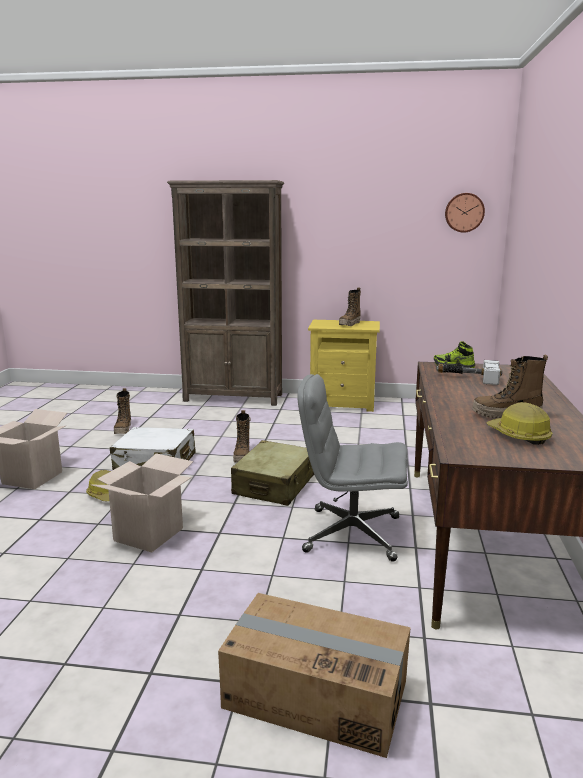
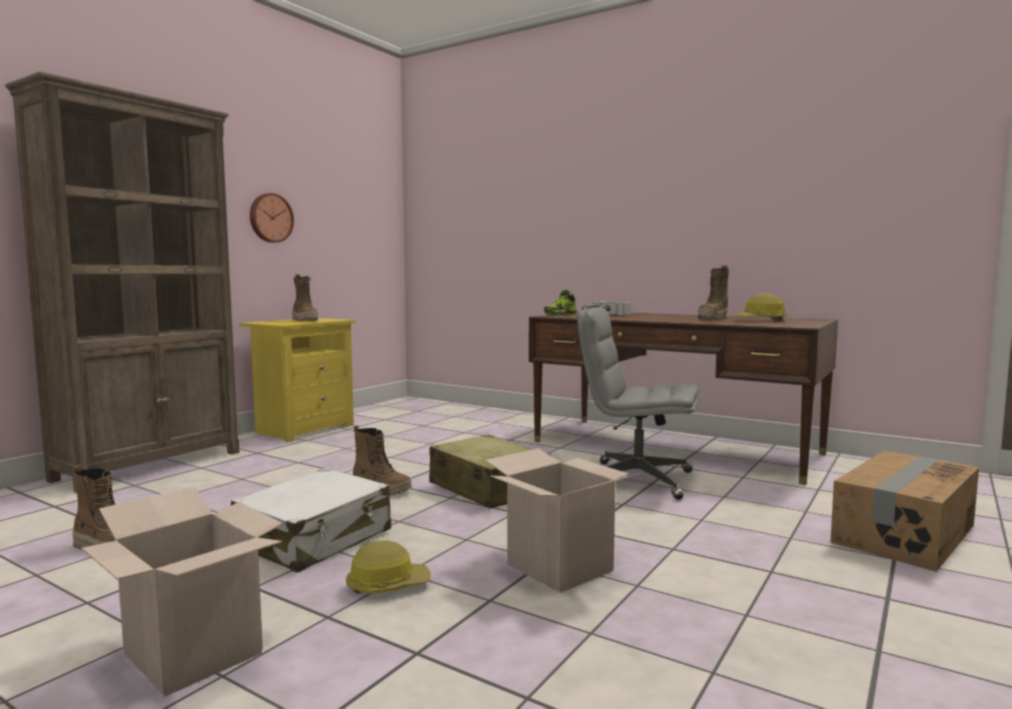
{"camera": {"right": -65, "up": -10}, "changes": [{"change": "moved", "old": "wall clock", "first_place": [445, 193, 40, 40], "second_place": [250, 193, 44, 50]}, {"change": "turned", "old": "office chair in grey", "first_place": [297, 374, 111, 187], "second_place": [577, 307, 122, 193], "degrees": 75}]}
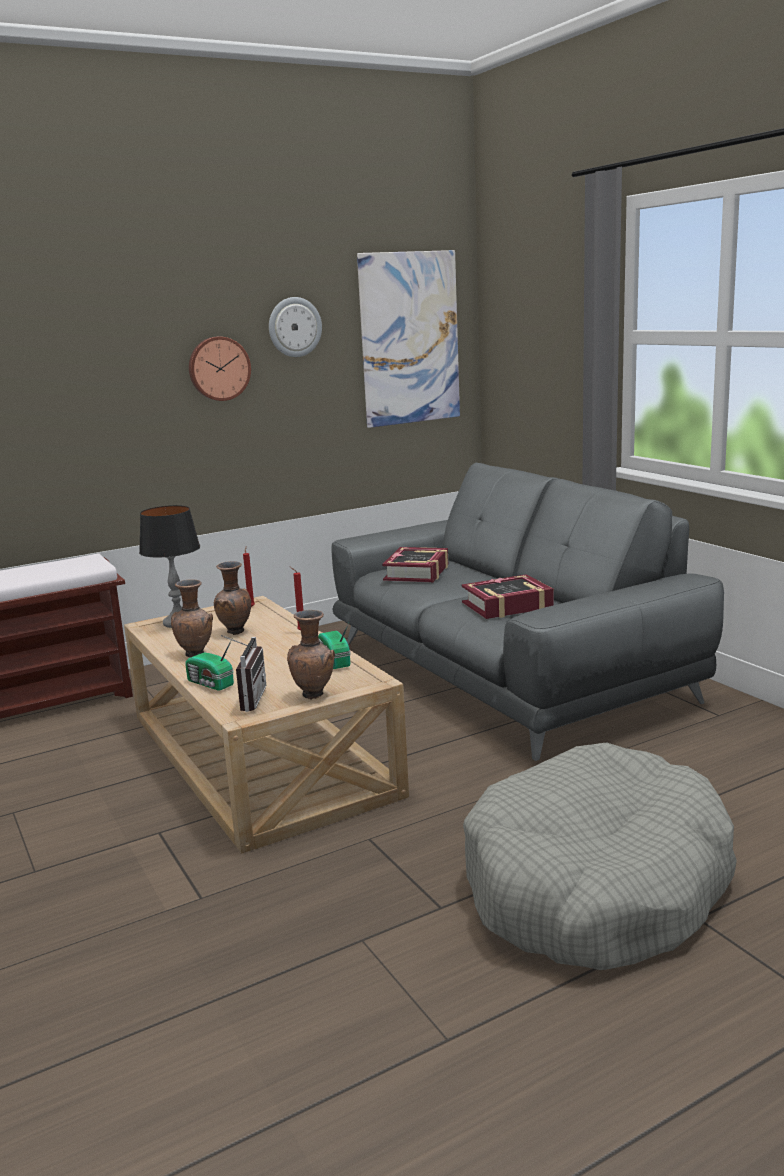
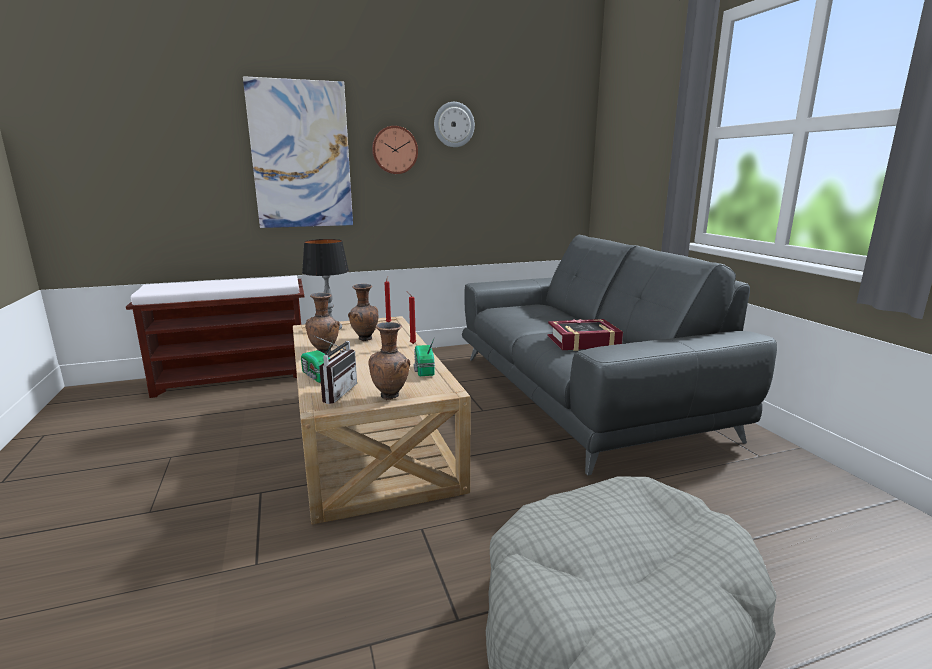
{"camera": {"right": 10, "up": 0}, "changes": [{"change": "removed", "old": "book", "first_place": [382, 547, 66, 35]}, {"change": "moved", "old": "picture", "first_place": [357, 250, 103, 178], "second_place": [243, 76, 110, 152]}]}
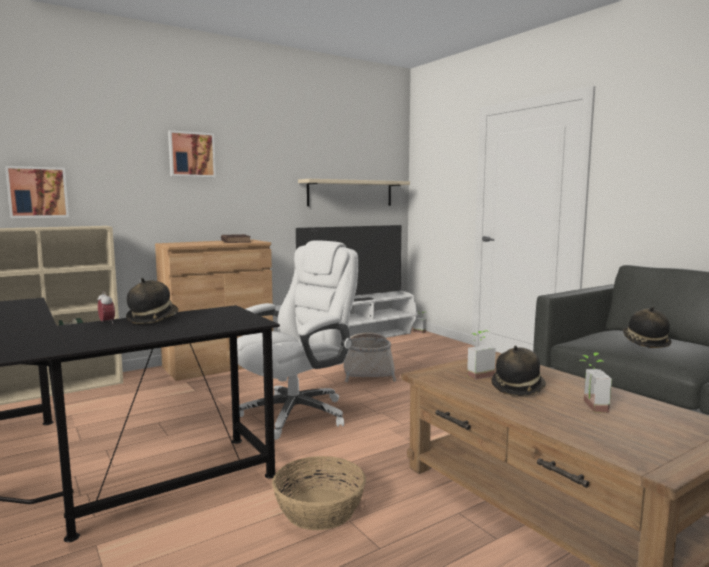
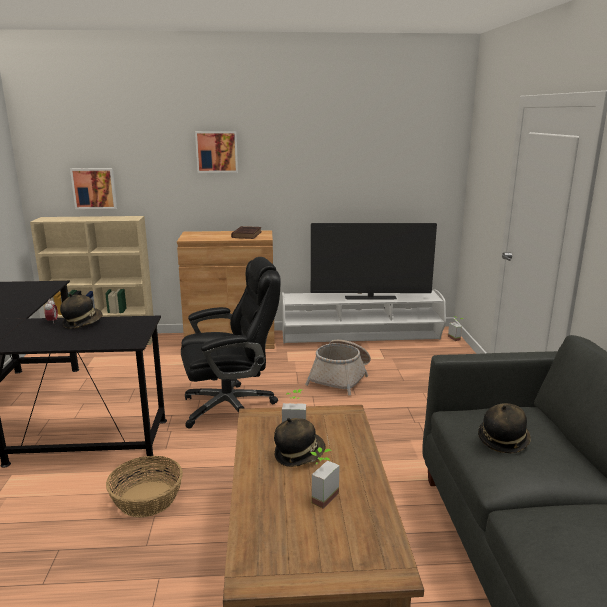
{"camera": {"right": 30, "up": 10}, "changes": [{"change": "removed", "old": "shelf in beige", "first_place": [298, 179, 112, 27]}, {"change": "recoloured", "old": "office chair in white", "new": "office chair in black", "first_place": [237, 240, 121, 200], "second_place": [181, 257, 100, 171]}]}
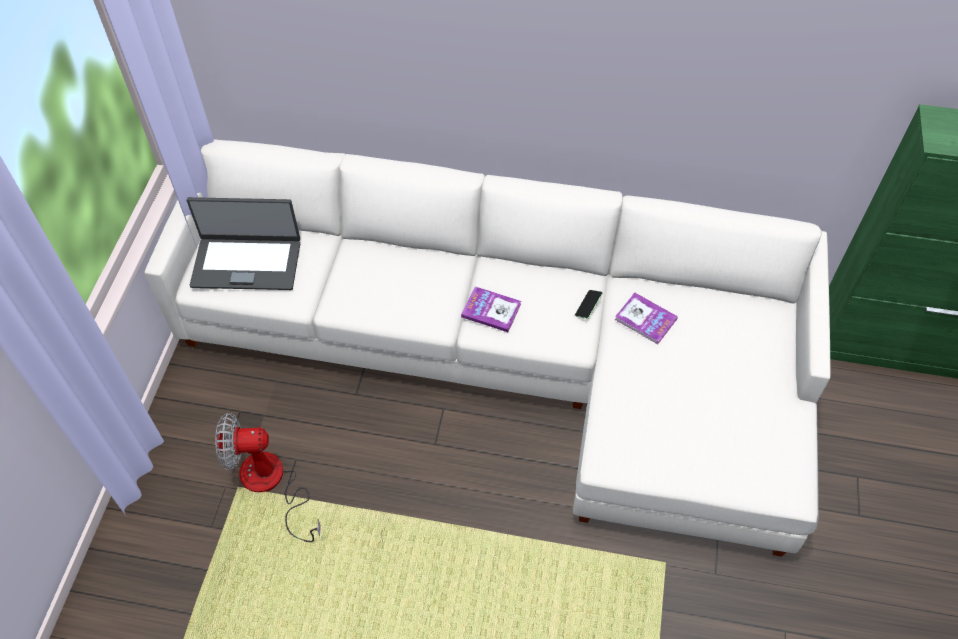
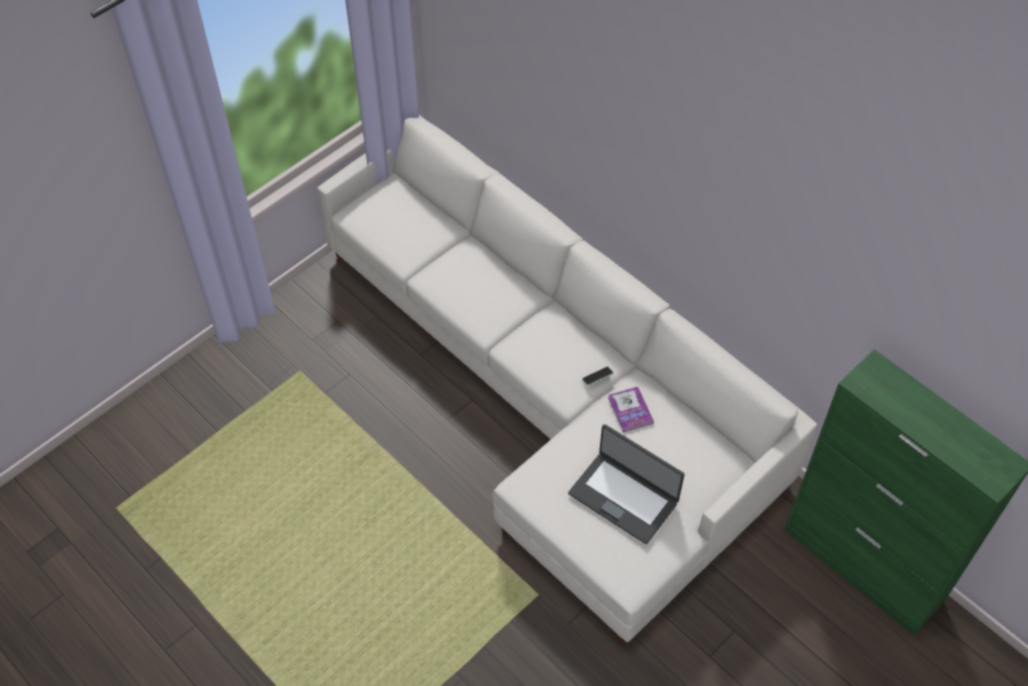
{"camera": {"right": 35, "up": 0}, "changes": [{"change": "removed", "old": "fan", "first_place": [215, 413, 106, 129]}, {"change": "removed", "old": "book", "first_place": [461, 286, 60, 46]}, {"change": "moved", "old": "laptop", "first_place": [187, 197, 113, 93], "second_place": [568, 424, 117, 120]}]}
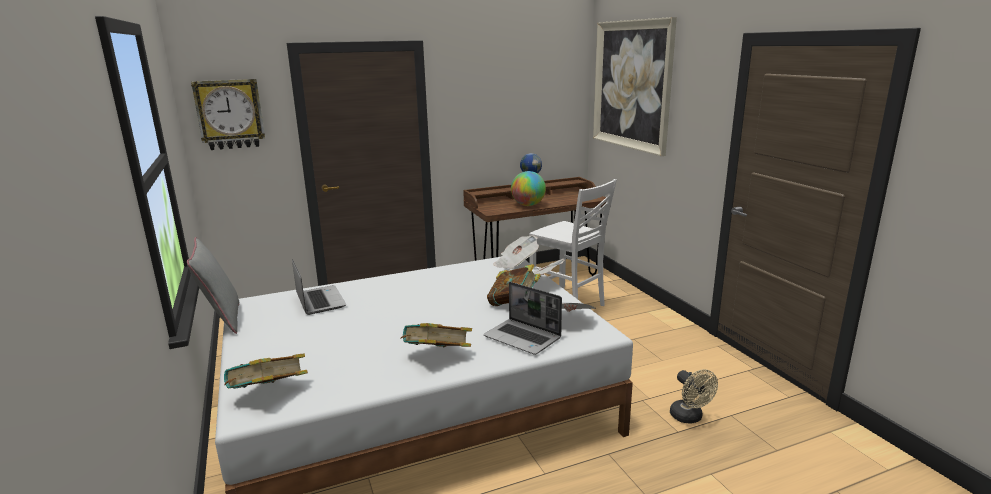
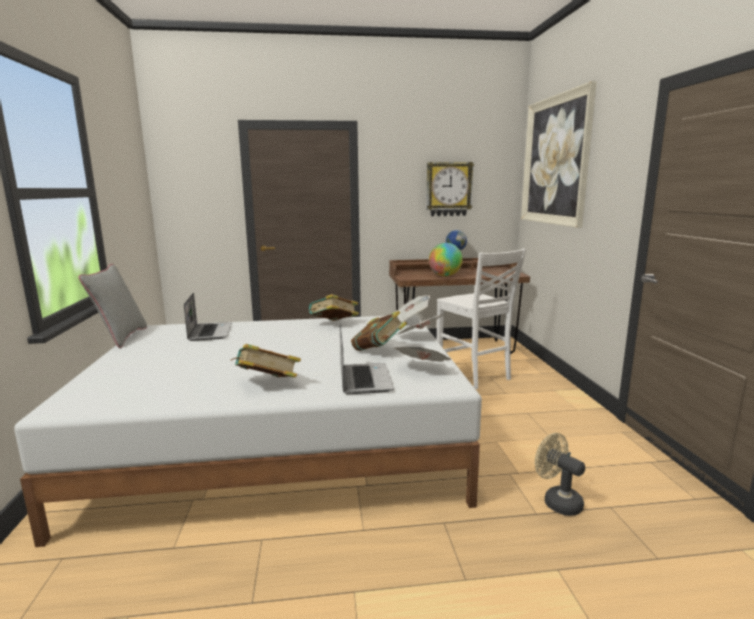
{"camera": {"right": 15, "up": -5}, "changes": [{"change": "moved", "old": "wall clock", "first_place": [191, 79, 74, 71], "second_place": [426, 162, 48, 54]}, {"change": "moved", "old": "book", "first_place": [224, 353, 84, 36], "second_place": [309, 294, 50, 27]}, {"change": "turned", "old": "laptop", "first_place": [483, 282, 79, 73], "second_place": [340, 325, 54, 69], "degrees": -150}, {"change": "turned", "old": "fan in beige", "first_place": [670, 369, 48, 55], "second_place": [535, 433, 50, 83], "degrees": 150}]}
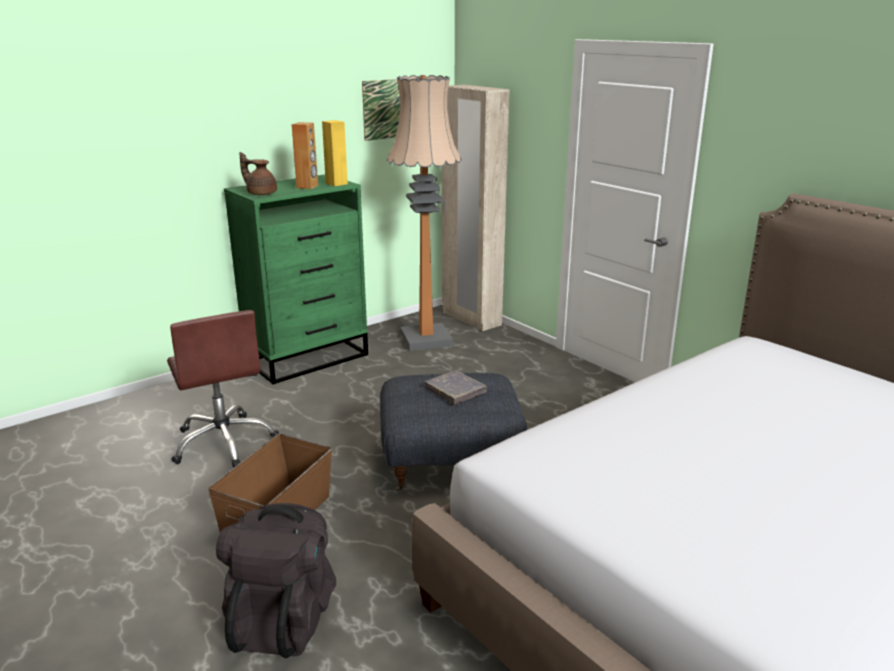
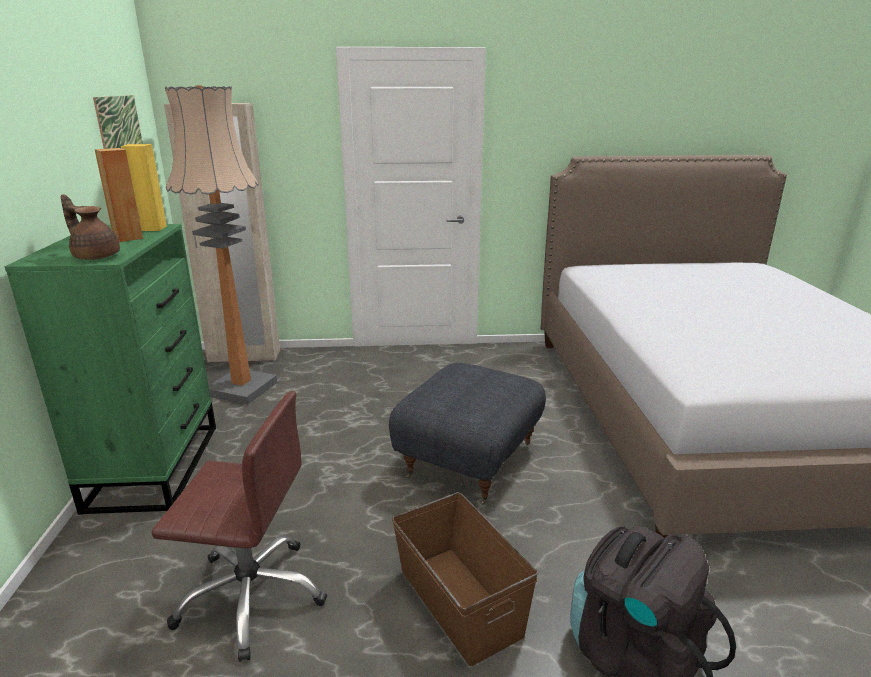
{"camera": {"right": -55, "up": 0}, "changes": [{"change": "removed", "old": "book in grey", "first_place": [424, 370, 63, 35]}, {"change": "turned", "old": "teapot in brown", "first_place": [239, 152, 38, 43], "second_place": [61, 194, 59, 66], "degrees": 60}]}
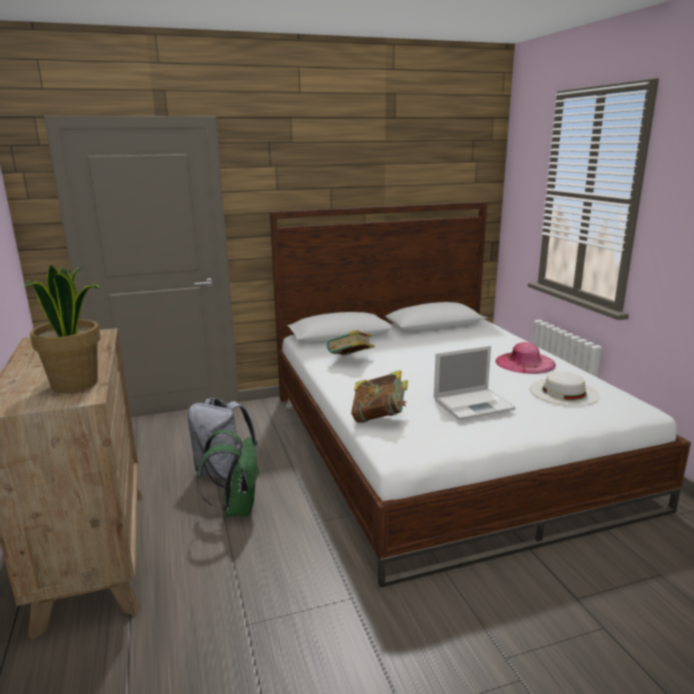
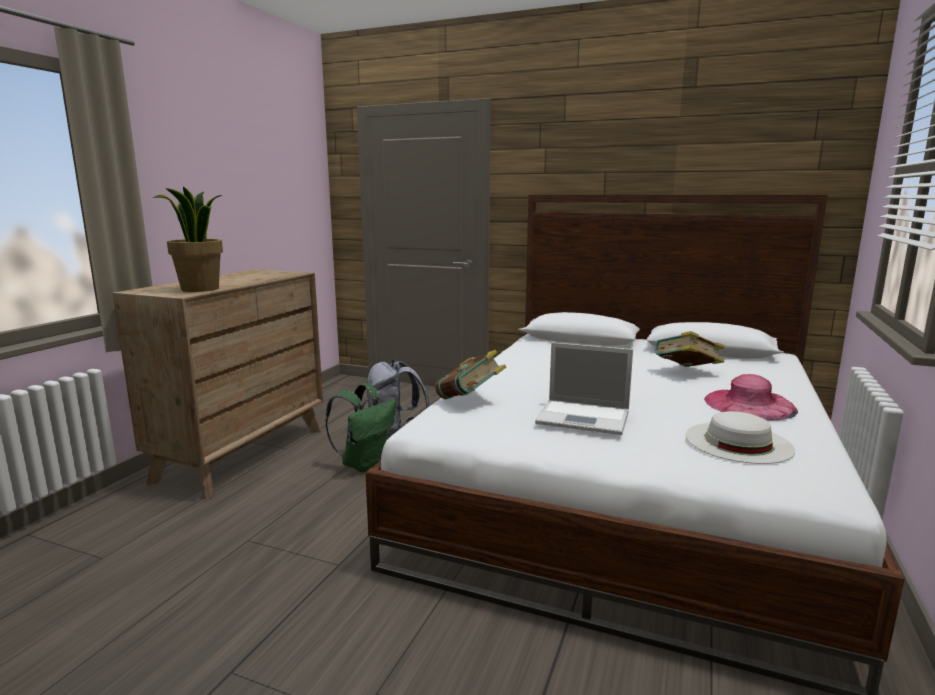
{"camera": {"right": 40, "up": -5}, "changes": [{"change": "moved", "old": "book", "first_place": [326, 330, 49, 26], "second_place": [655, 331, 70, 36]}]}
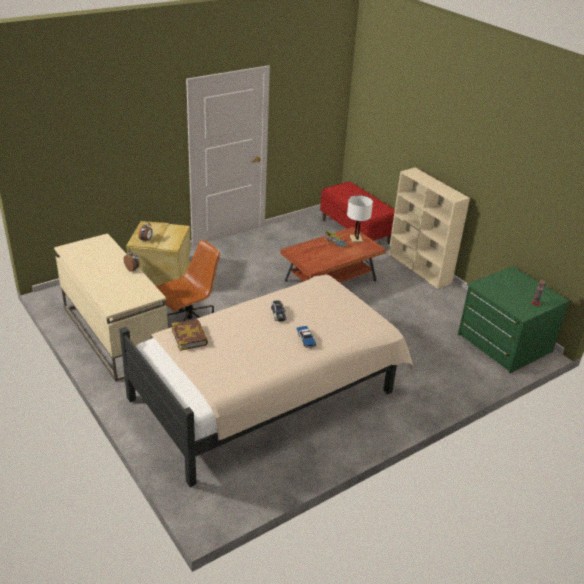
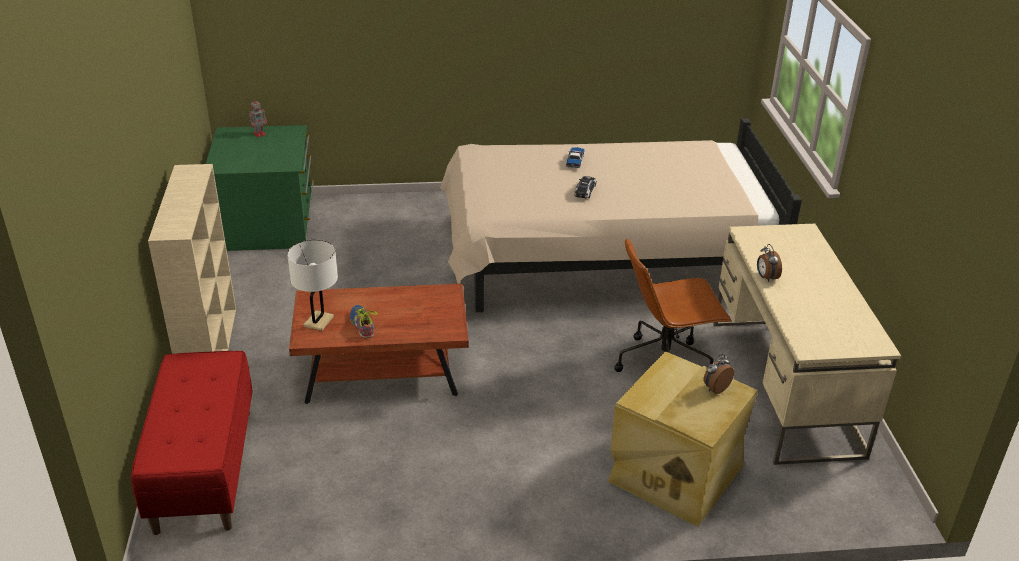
{"camera": {"right": -150, "up": 0}, "changes": [{"change": "removed", "old": "book", "first_place": [171, 319, 37, 32]}]}
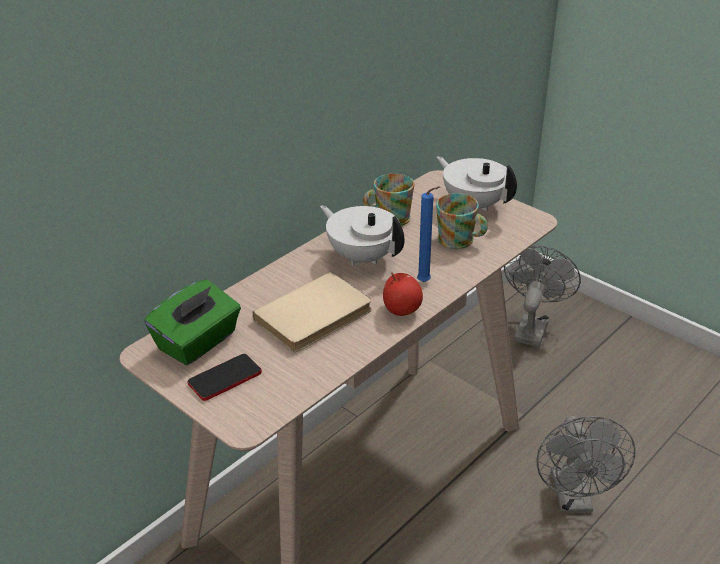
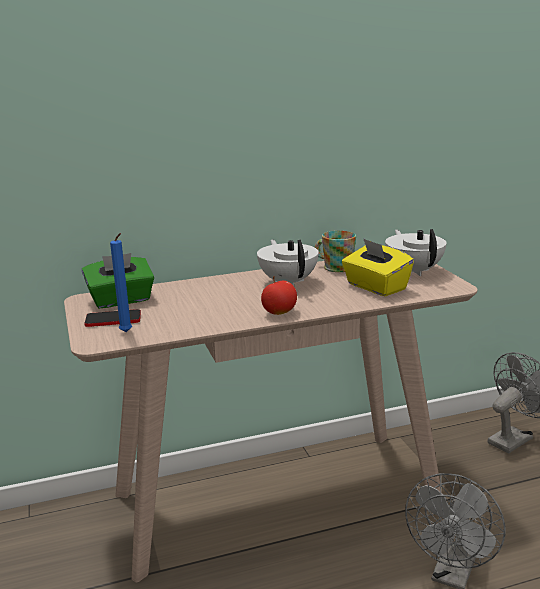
{"camera": {"right": 30, "up": -15}, "changes": [{"change": "removed", "old": "book in beige", "first_place": [252, 272, 119, 80]}, {"change": "moved", "old": "candle in blue", "first_place": [417, 187, 23, 95], "second_place": [110, 233, 22, 99]}, {"change": "replaced", "old": "mug", "new": "tissue box in yellow", "first_place": [436, 193, 52, 56], "second_place": [342, 238, 72, 58]}]}
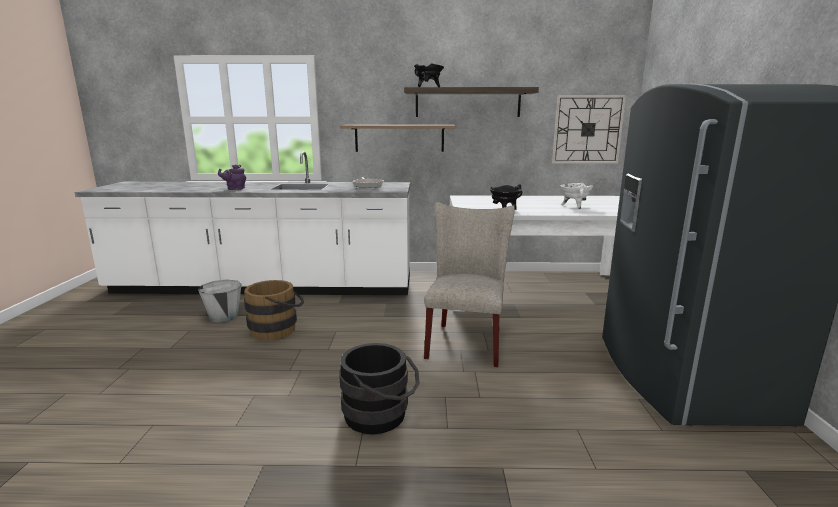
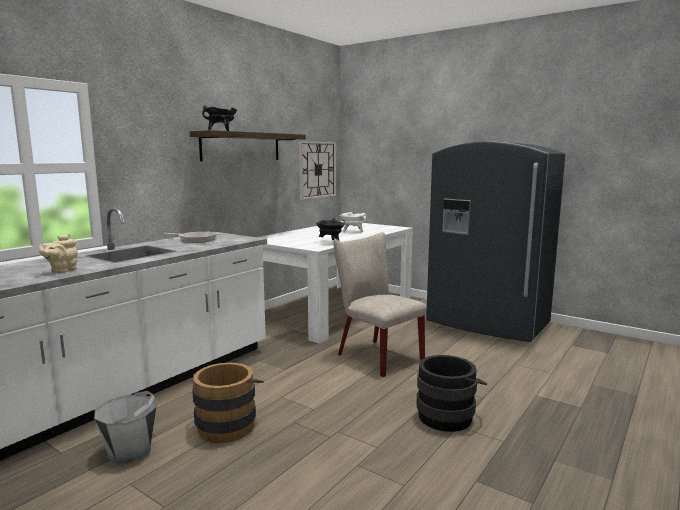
{"camera": {"right": -55, "up": -5}, "changes": [{"change": "removed", "old": "shelf", "first_place": [340, 125, 116, 27]}, {"change": "recoloured", "old": "teapot in purple", "new": "teapot in beige", "first_place": [218, 165, 28, 25], "second_place": [39, 234, 39, 39]}]}
